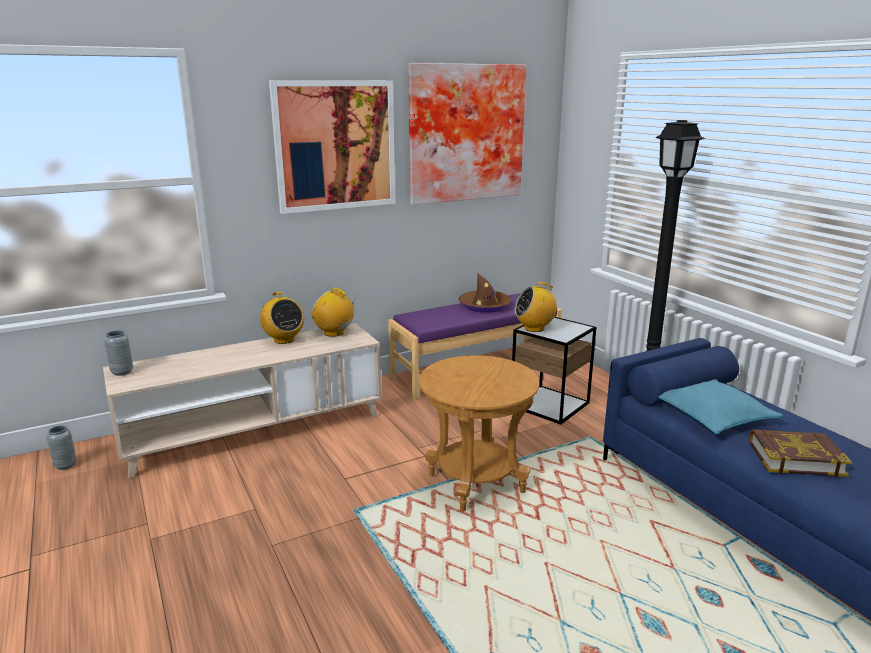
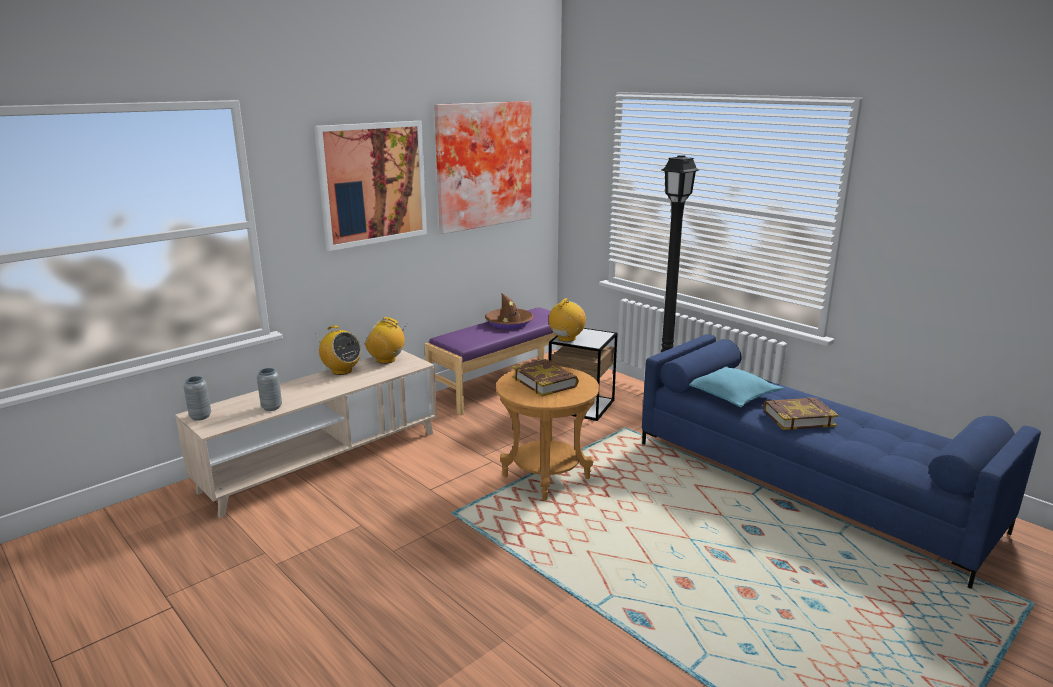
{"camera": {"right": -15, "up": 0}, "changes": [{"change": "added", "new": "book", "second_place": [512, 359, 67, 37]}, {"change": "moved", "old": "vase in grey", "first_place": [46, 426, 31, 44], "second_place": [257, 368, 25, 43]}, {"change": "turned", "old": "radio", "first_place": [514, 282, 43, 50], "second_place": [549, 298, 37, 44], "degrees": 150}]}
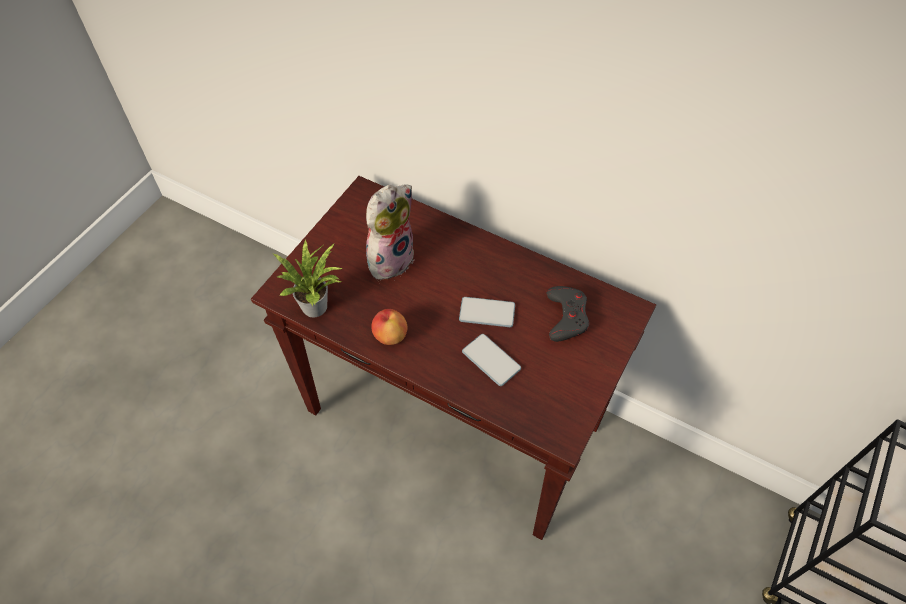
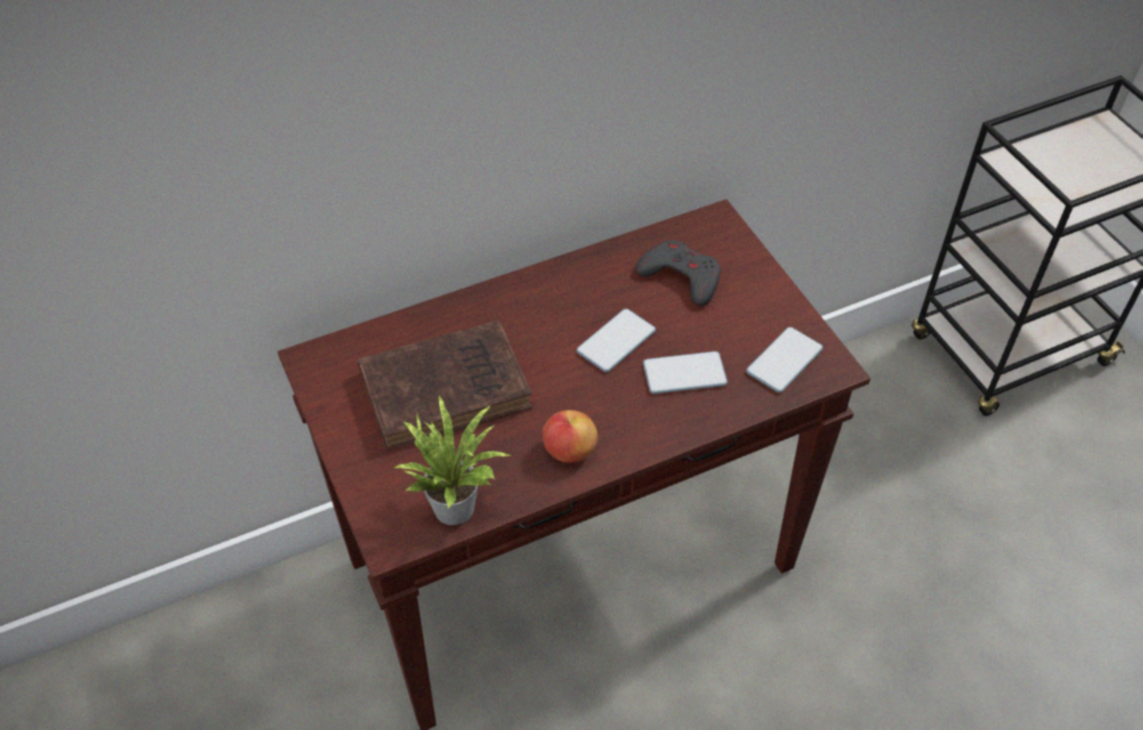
{"camera": {"right": -55, "up": -5}, "changes": [{"change": "added", "new": "phone", "second_place": [746, 327, 77, 66]}, {"change": "replaced", "old": "plush toy", "new": "book in brown", "first_place": [366, 184, 49, 96], "second_place": [357, 320, 176, 131]}]}
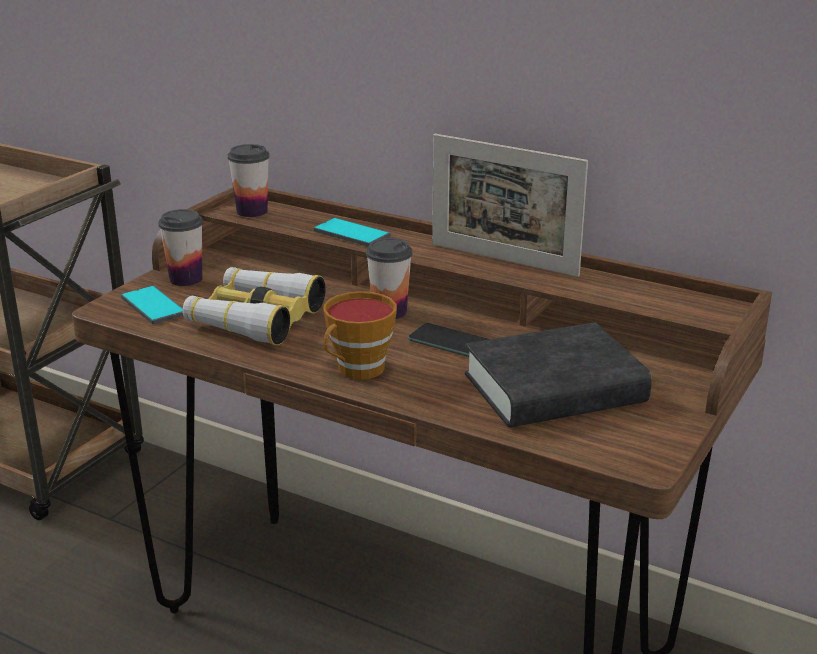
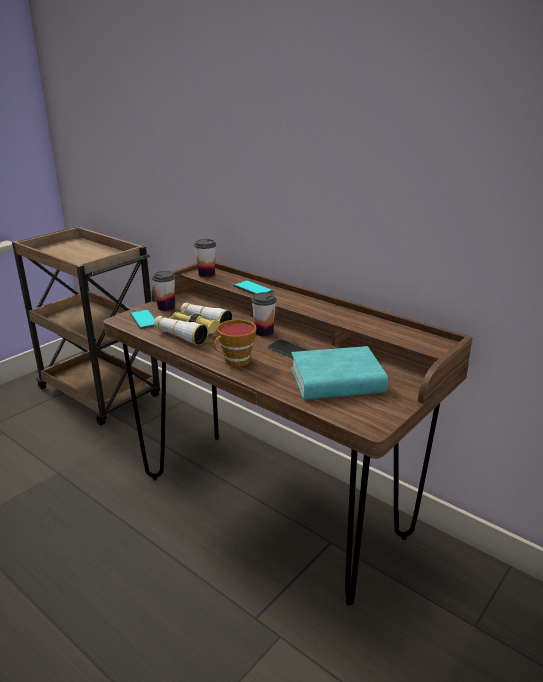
{"camera": {"right": 10, "up": 0}, "changes": [{"change": "removed", "old": "picture frame", "first_place": [432, 134, 156, 143]}, {"change": "recoloured", "old": "book in black", "new": "book in turquoise", "first_place": [465, 322, 187, 106], "second_place": [291, 346, 97, 54]}]}
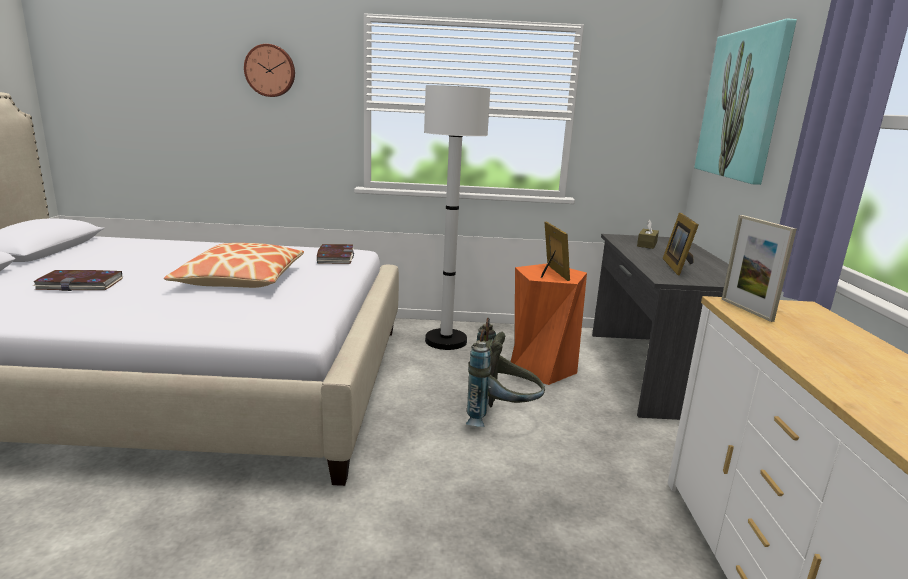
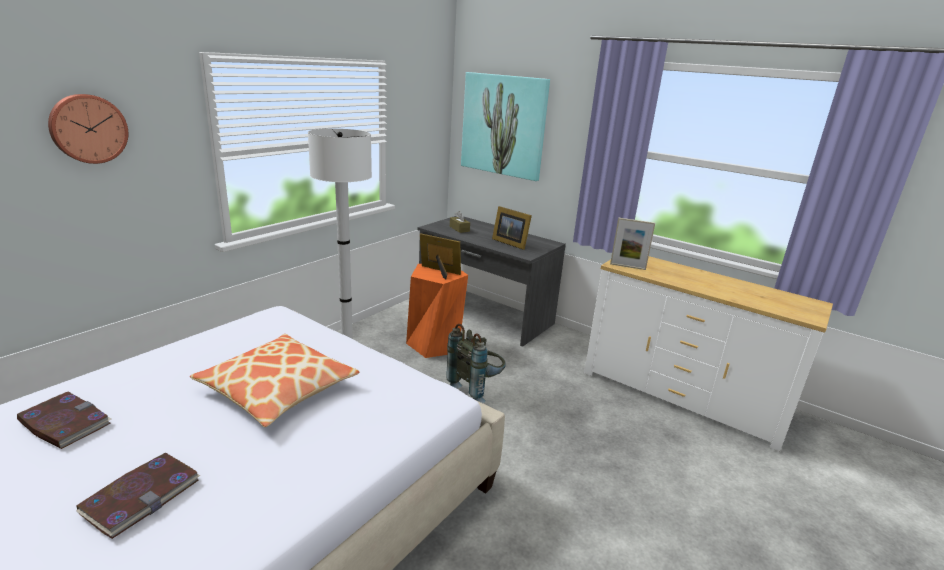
{"camera": {"right": -55, "up": 5}, "changes": [{"change": "moved", "old": "book", "first_place": [317, 244, 37, 20], "second_place": [17, 392, 94, 57]}]}
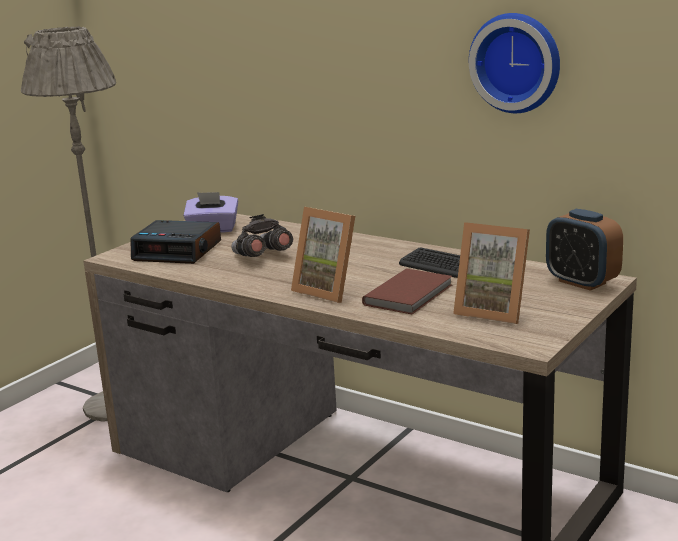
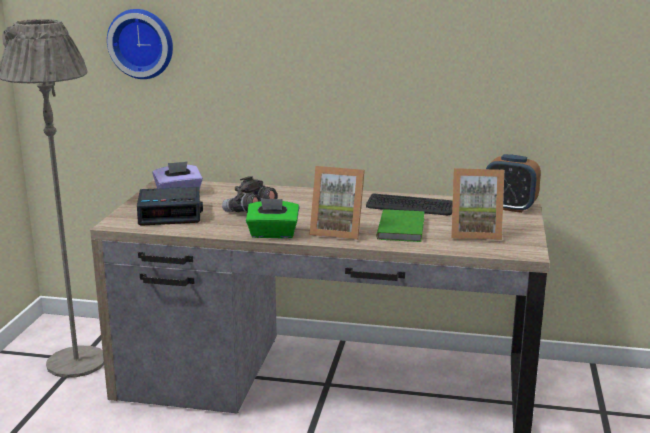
{"camera": {"right": -25, "up": 0}, "changes": [{"change": "added", "new": "tissue box in green", "second_place": [246, 198, 53, 40]}, {"change": "moved", "old": "wall clock", "first_place": [469, 13, 91, 100], "second_place": [107, 9, 66, 70]}, {"change": "recoloured", "old": "book in brown", "new": "book in green", "first_place": [362, 269, 90, 45], "second_place": [376, 209, 49, 33]}]}
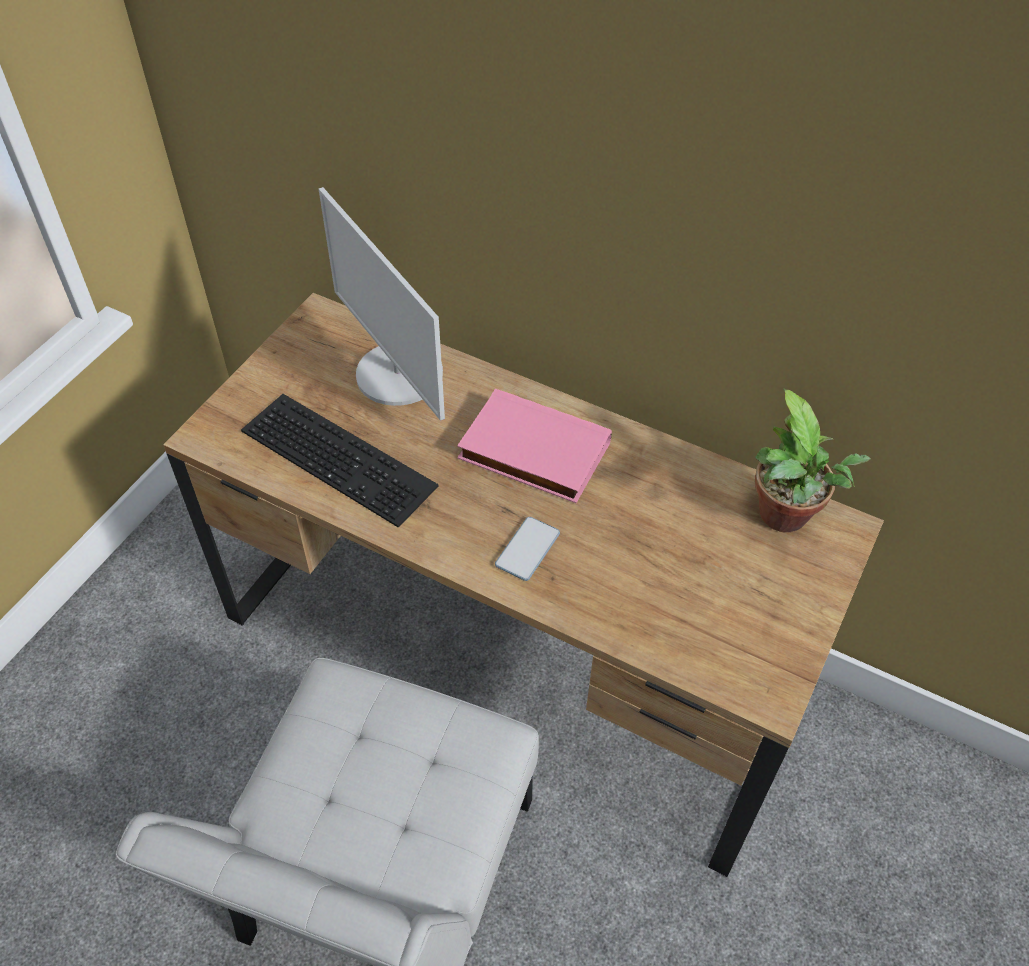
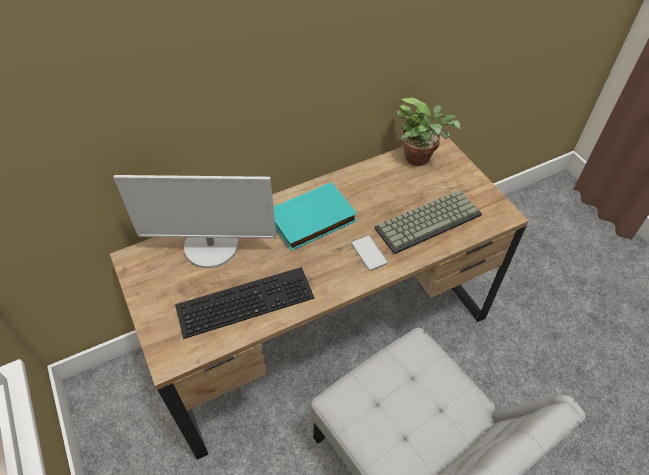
{"camera": {"right": -55, "up": 0}, "changes": [{"change": "added", "new": "keyboard", "second_place": [374, 190, 108, 64]}, {"change": "recoloured", "old": "book in pink", "new": "book in turquoise", "first_place": [457, 389, 155, 114], "second_place": [274, 182, 83, 69]}]}
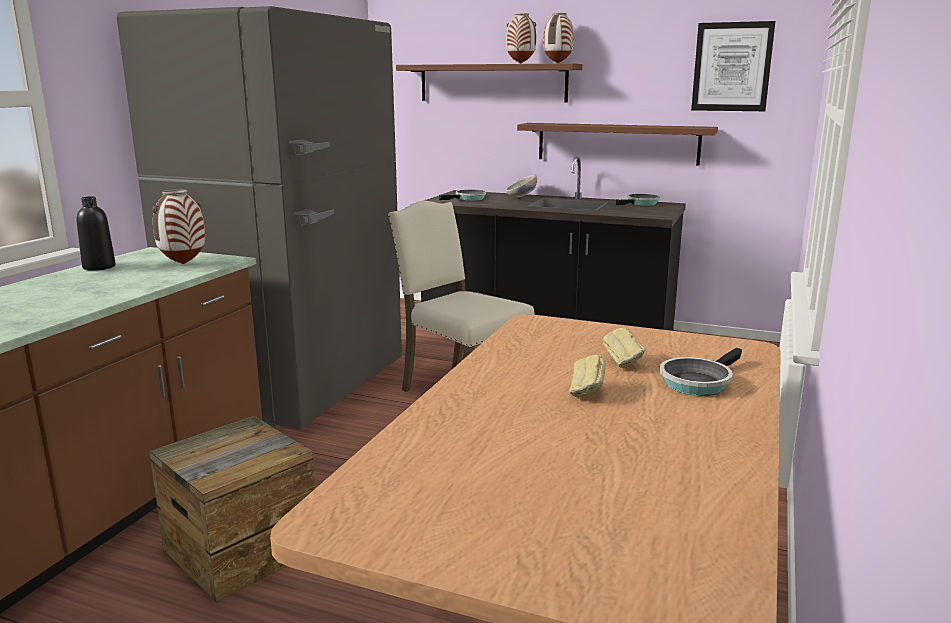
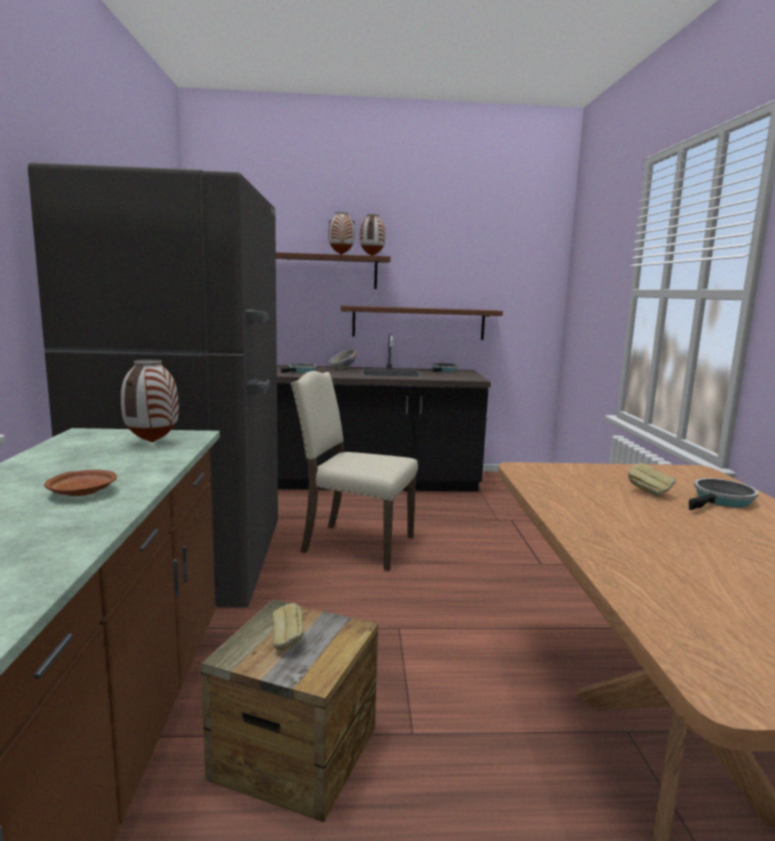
{"camera": {"right": -25, "up": -5}, "changes": [{"change": "removed", "old": "bottle in black", "first_place": [76, 196, 40, 75]}, {"change": "removed", "old": "picture", "first_place": [691, 21, 84, 90]}, {"change": "added", "new": "plate in brown", "second_place": [44, 470, 73, 26]}, {"change": "moved", "old": "bread", "first_place": [569, 355, 37, 45], "second_place": [273, 603, 31, 48]}, {"change": "turned", "old": "frying pan", "first_place": [660, 348, 82, 48], "second_place": [689, 478, 70, 32], "degrees": -150}]}
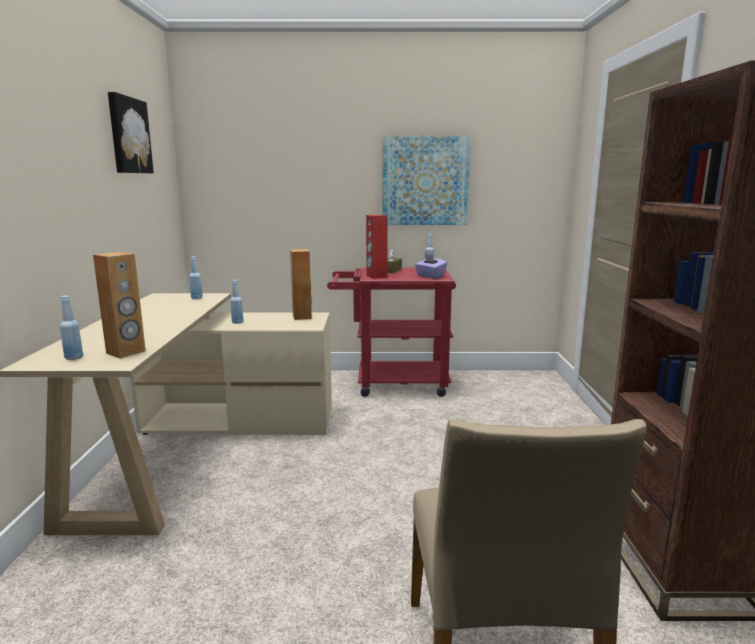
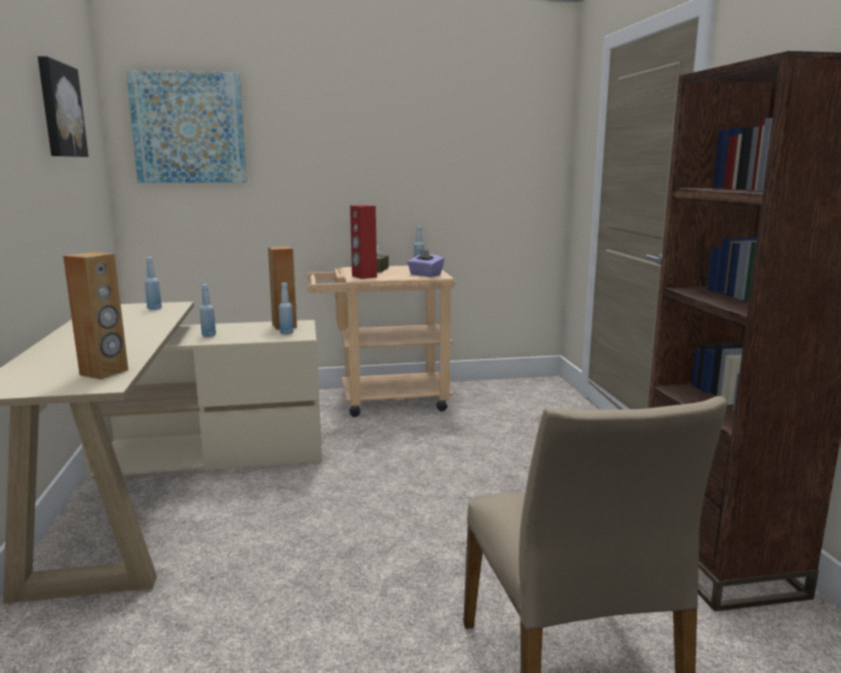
{"camera": {"right": -10, "up": 0}, "changes": [{"change": "moved", "old": "bottle in blue", "first_place": [60, 295, 23, 65], "second_place": [279, 283, 15, 52]}, {"change": "moved", "old": "picture", "first_place": [382, 136, 89, 89], "second_place": [126, 70, 121, 113]}, {"change": "recoloured", "old": "cart in red", "new": "cart in beige", "first_place": [327, 268, 129, 129], "second_place": [307, 266, 148, 151]}]}
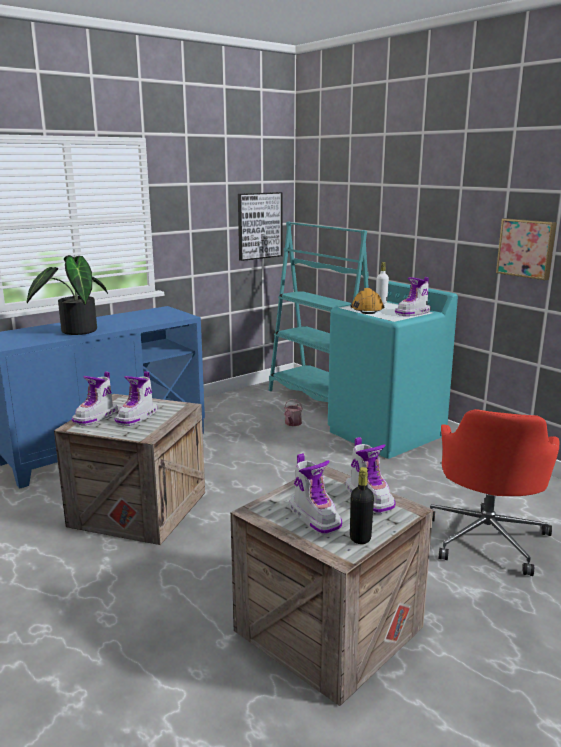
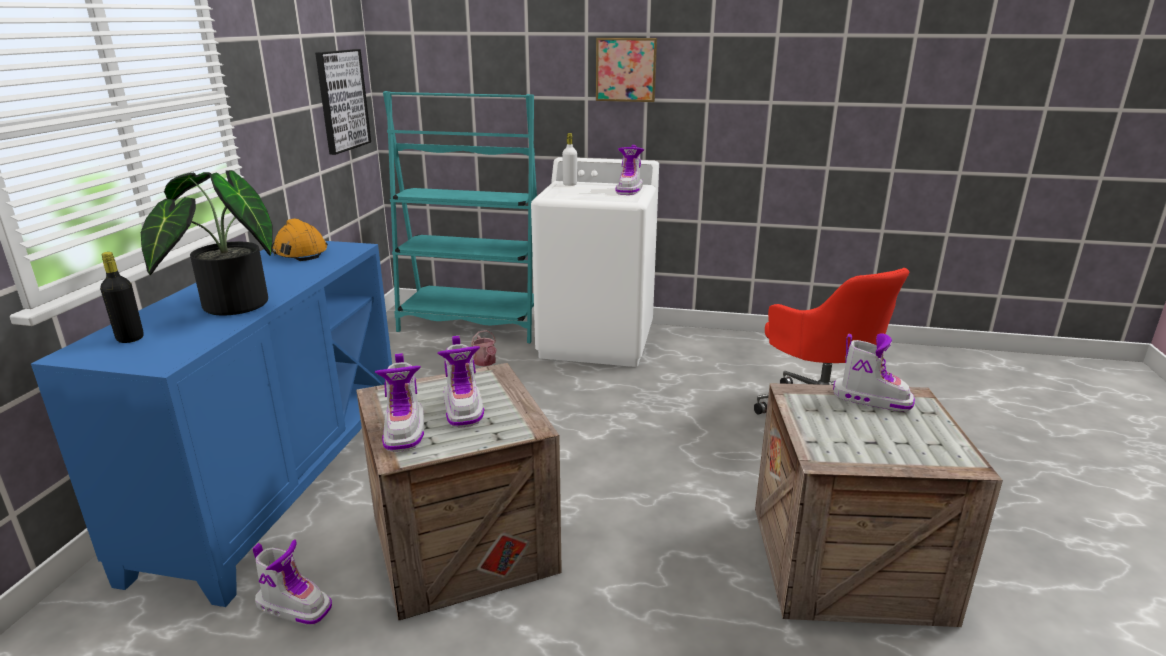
{"camera": {"right": -40, "up": 5}, "changes": [{"change": "moved", "old": "boot", "first_place": [289, 453, 53, 82], "second_place": [253, 540, 79, 85]}, {"change": "moved", "old": "hard hat in orange", "first_place": [350, 288, 35, 26], "second_place": [272, 219, 56, 42]}, {"change": "moved", "old": "bottle in black", "first_place": [350, 467, 24, 77], "second_place": [100, 252, 44, 91]}, {"change": "moved", "old": "picture", "first_place": [496, 218, 61, 62], "second_place": [596, 38, 61, 64]}, {"change": "recoloured", "old": "washing machine in turquoise", "new": "washing machine in white", "first_place": [328, 281, 130, 178], "second_place": [531, 157, 128, 210]}]}
